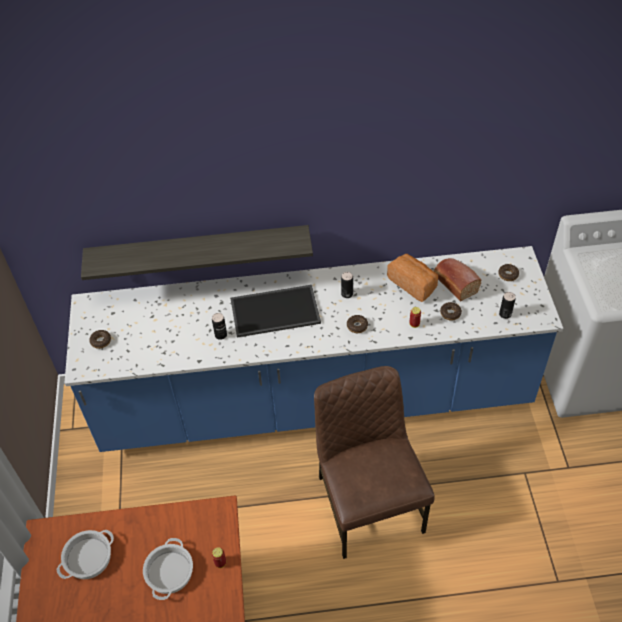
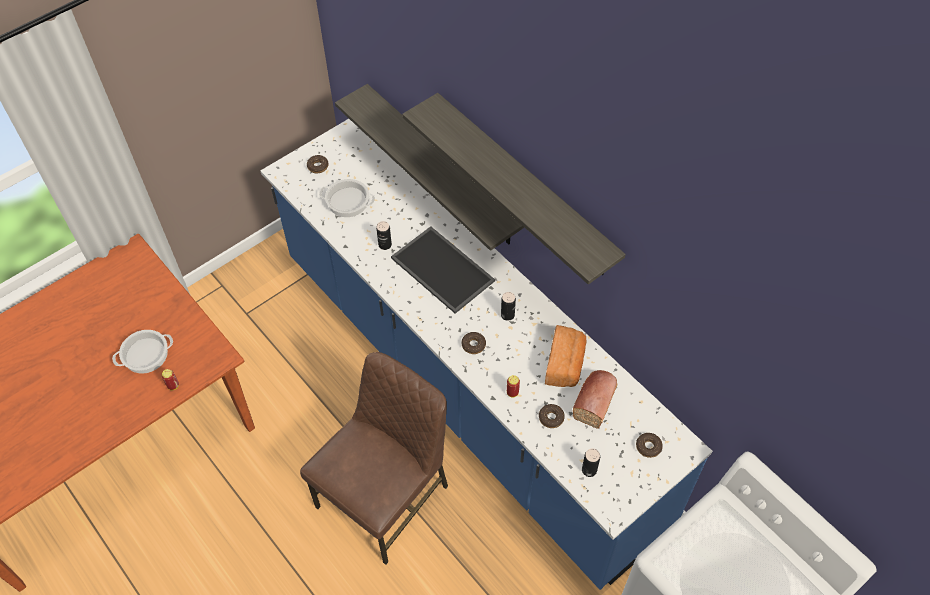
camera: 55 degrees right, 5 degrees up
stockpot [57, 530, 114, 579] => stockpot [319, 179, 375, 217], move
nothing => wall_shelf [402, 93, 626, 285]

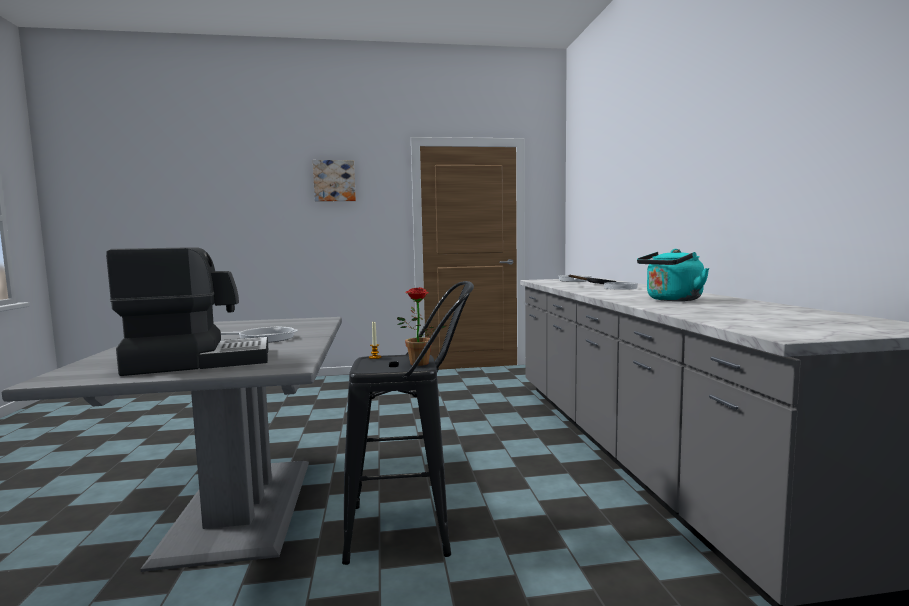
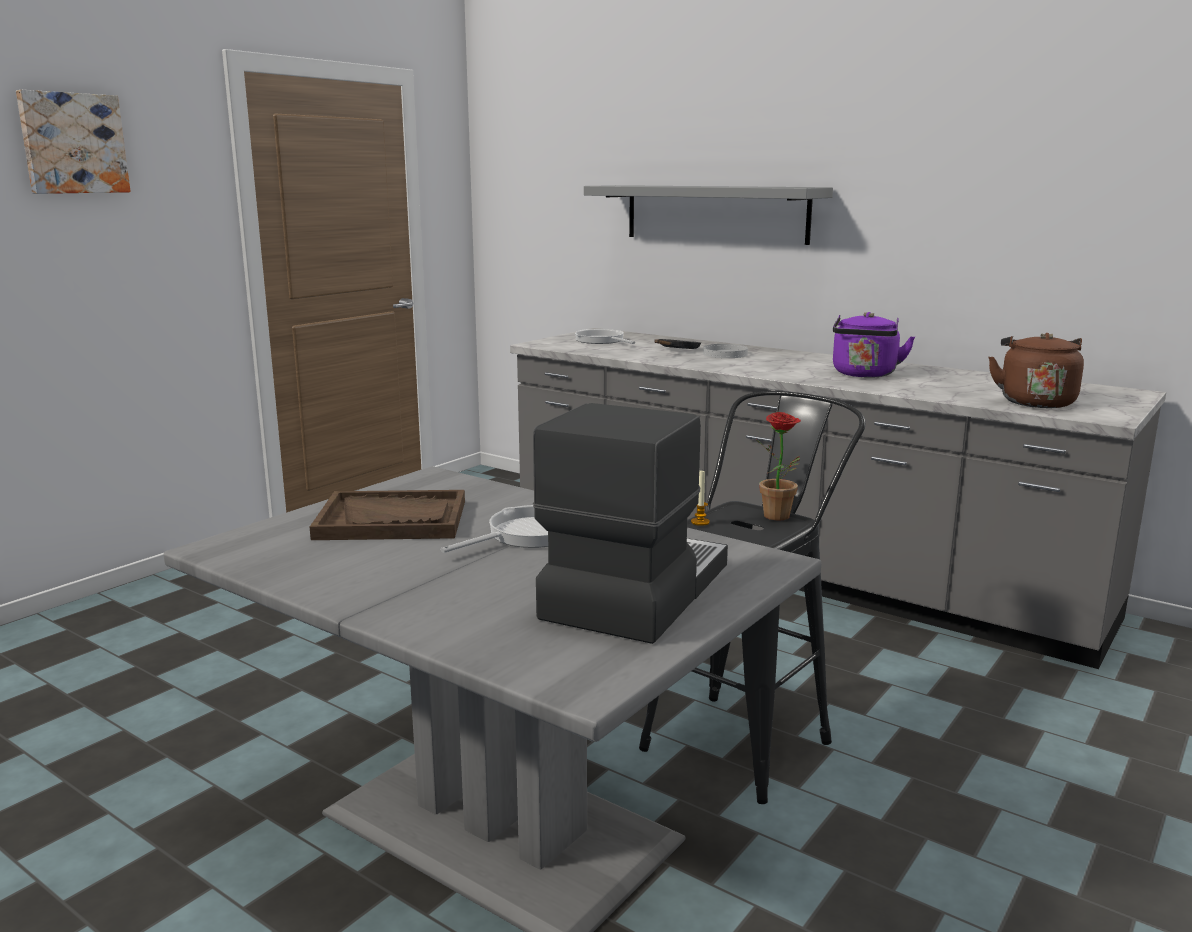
camera: 45 degrees left, 10 degrees up
turquoise-coloured_water_kettle [637, 249, 710, 301] => purplish_water_kettle [833, 312, 915, 378]
nothing => brown-coloured_carrying_tray [310, 490, 465, 540]
nothing => gray_wall_shelf [584, 185, 833, 245]
nothing => brown-coloured_water_kettle [988, 333, 1084, 408]

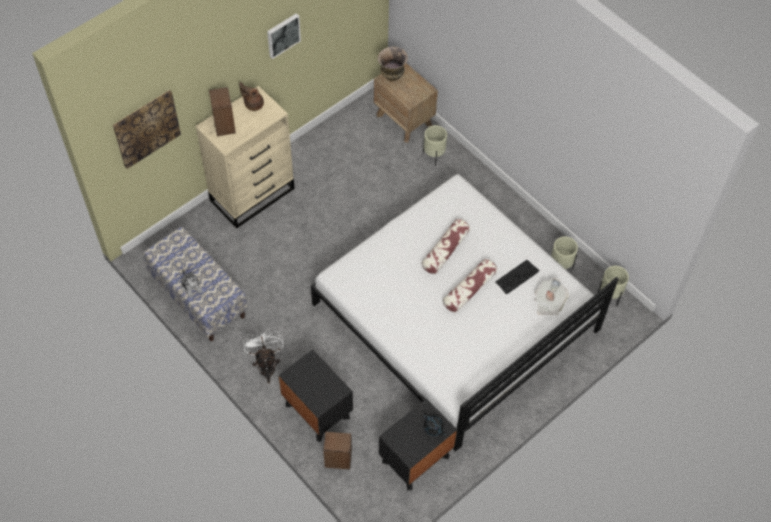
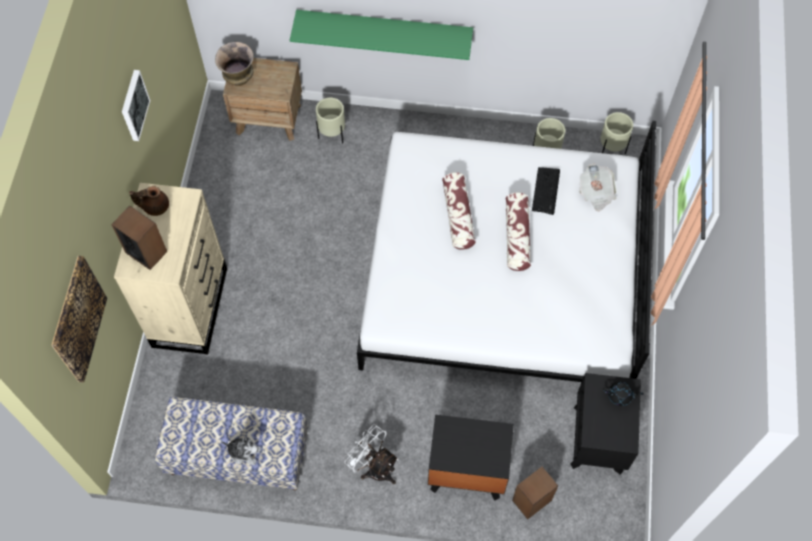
camera: 40 degrees left, 5 degrees up
nothing => greenish_wall_shelf [290, 10, 473, 60]

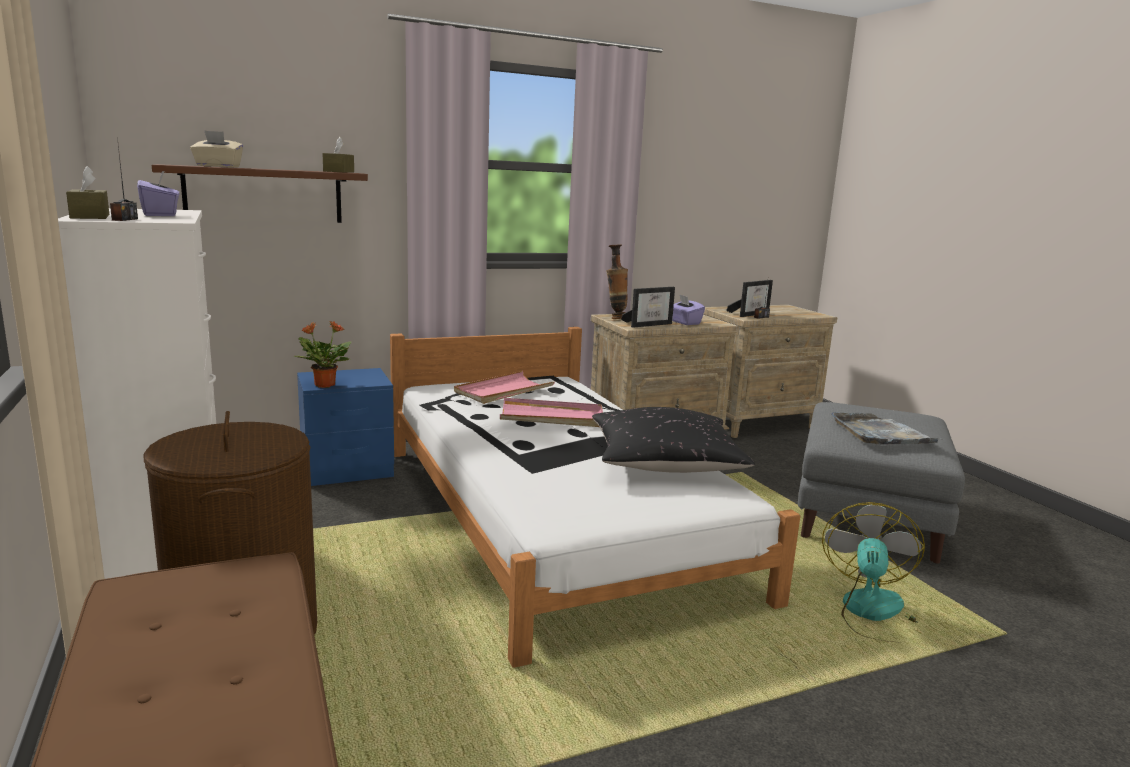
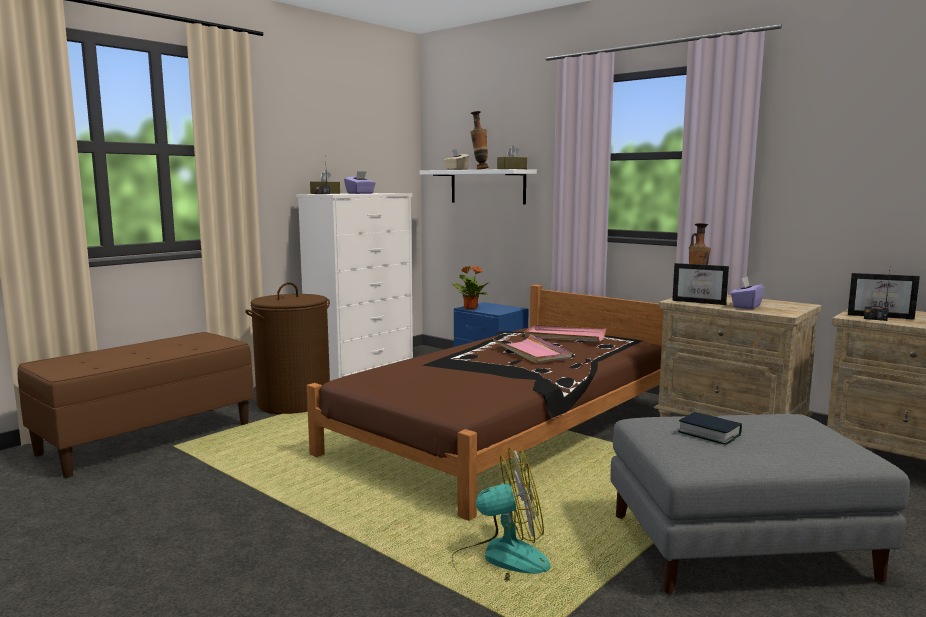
camera: 65 degrees right, 5 degrees down
brown-coloured_wall_shelf [152, 164, 368, 223] => white-coloured_wall_shelf [419, 169, 537, 204]
white-coloured_sleeping_bed [390, 327, 801, 668] => brown-coloured_sleeping_bed [307, 285, 664, 521]
blackish_cushion [592, 407, 755, 473] => nothing
gray_carrying_tray [832, 412, 939, 445] => volume [678, 412, 742, 445]
nothing => vase [470, 111, 489, 170]

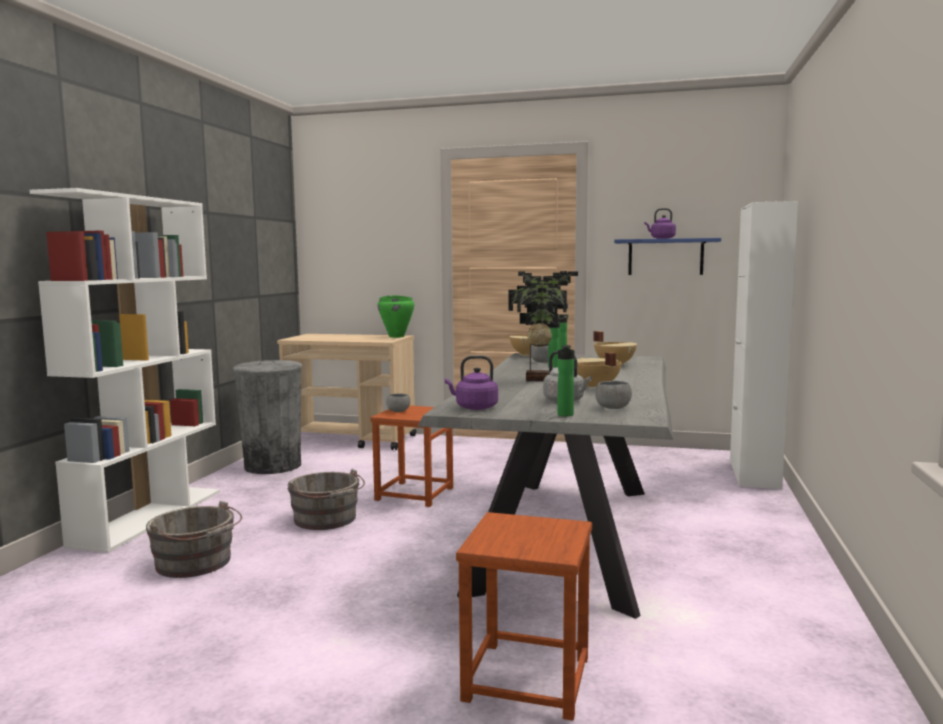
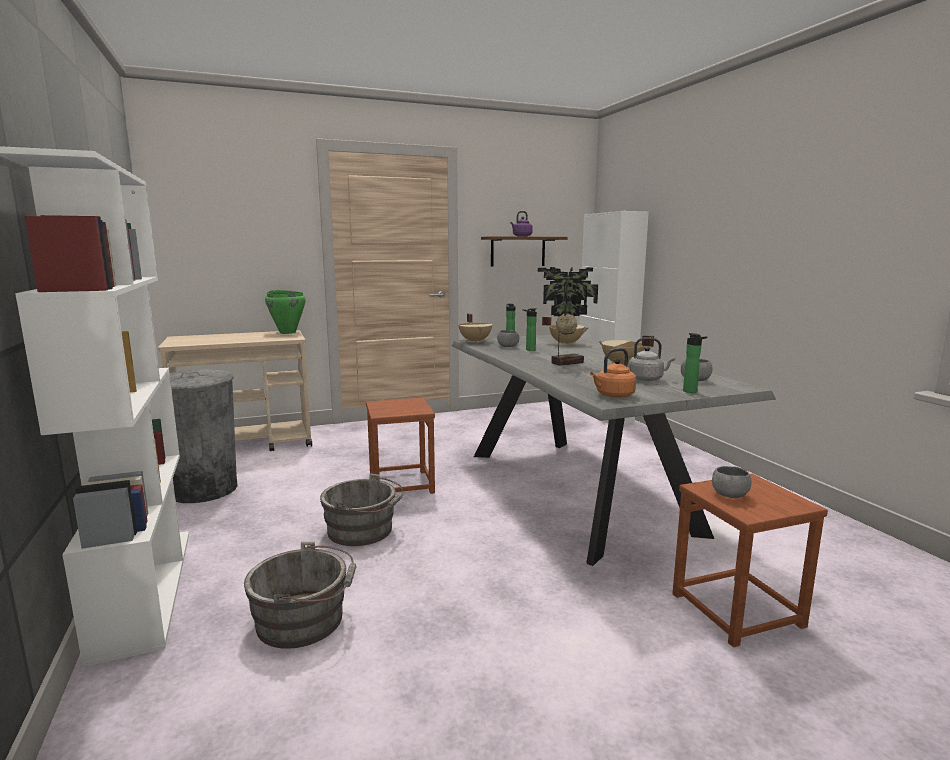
camera: 35 degrees left, 5 degrees up
gray_bowl [386, 394, 410, 412] => gray_bowl [712, 466, 752, 498], move
purplish_water_kettle [445, 355, 498, 410] => orangey_water_kettle [590, 348, 636, 398]
blue_wall_shelf [614, 238, 721, 275] => brown-coloured_wall_shelf [481, 236, 567, 267]

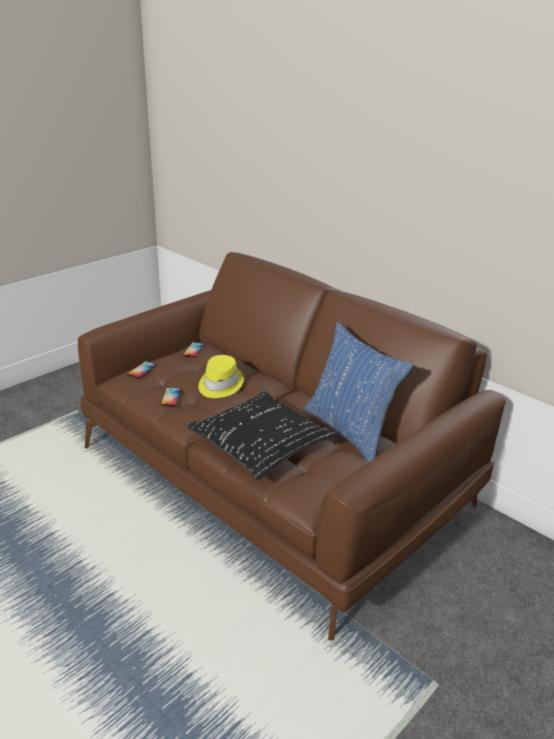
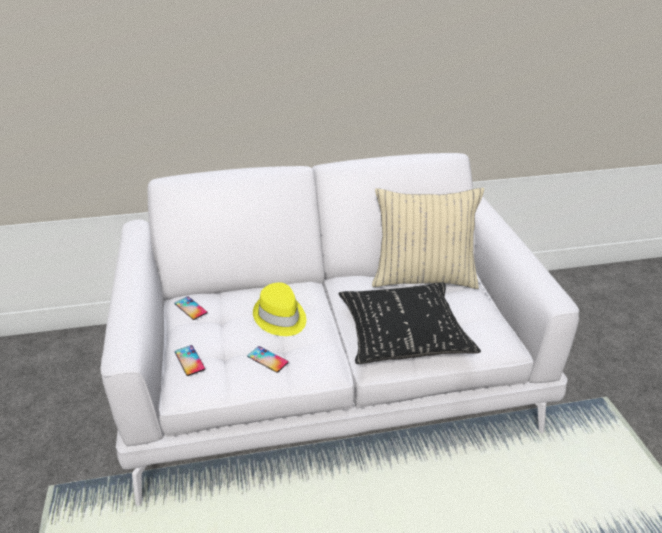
camera: 55 degrees left, 5 degrees up
brown-coloured_settee [78, 252, 506, 641] => white-coloured_settee [100, 153, 579, 506]
blue_cushion [305, 322, 414, 462] => sand-coloured_cushion [372, 188, 484, 289]

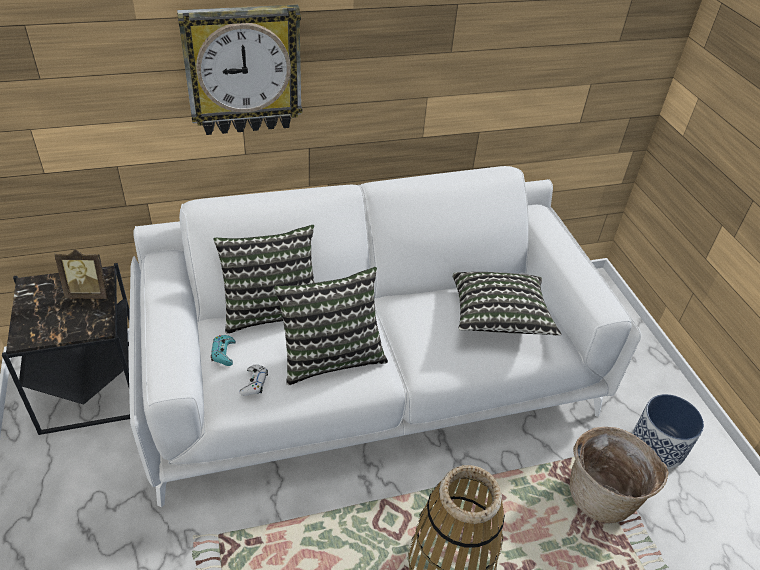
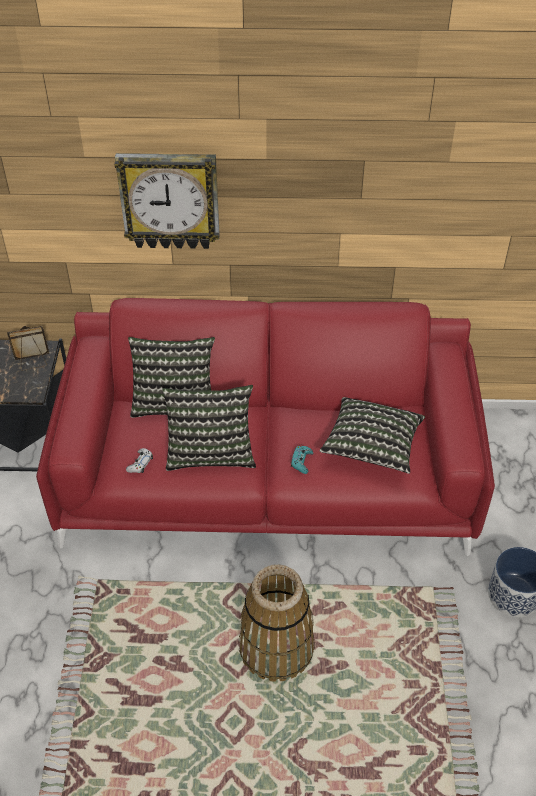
camera: 20 degrees right, 5 degrees up
picture_frame [54, 250, 108, 299] => picture_frame [7, 326, 49, 371], 150 degrees clockwise
white-coloured_settee [129, 166, 641, 507] => reddish_settee [36, 298, 495, 556]
turquoise-coloured_joypad [211, 335, 236, 366] => turquoise-coloured_joypad [291, 445, 313, 474], move
storage_basket [570, 427, 669, 523] => nothing

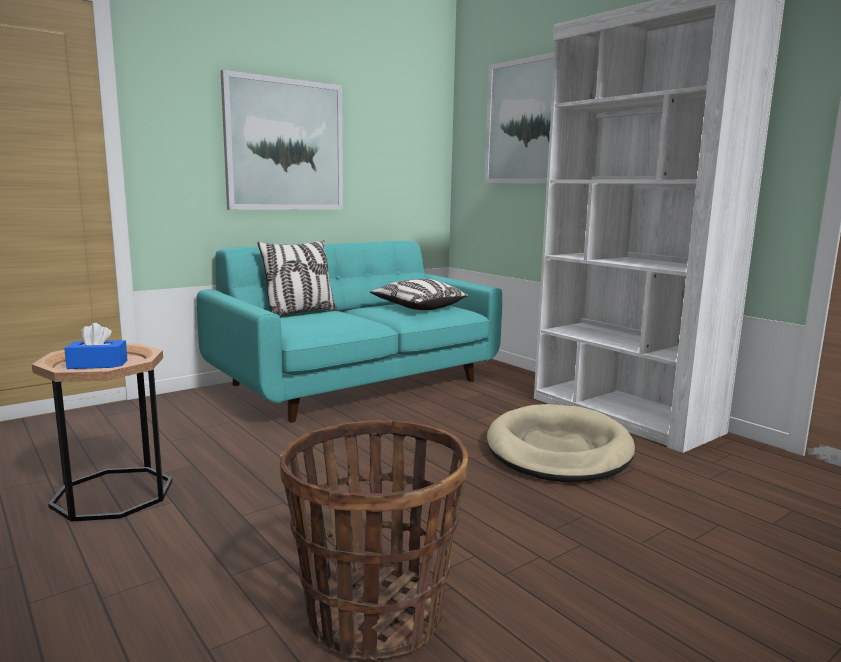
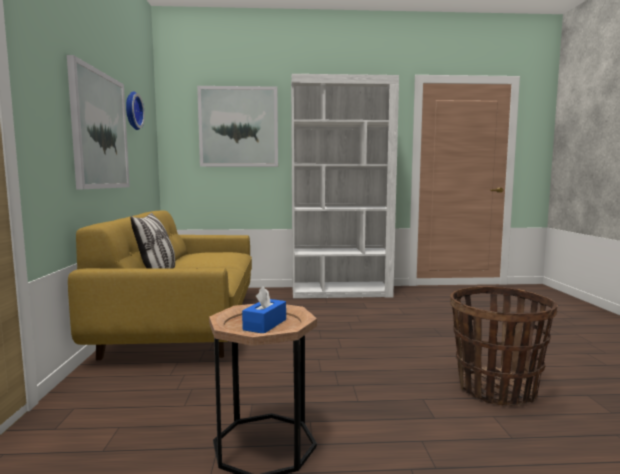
camera: 55 degrees left, 5 degrees down
turquoise-coloured_settee [197, 241, 502, 423] => yellowish_settee [68, 211, 252, 360]
cushion [370, 279, 468, 310] => nothing
sand-coloured_pet_bed [487, 404, 635, 482] => nothing
nothing => hanging_clock [126, 91, 145, 130]

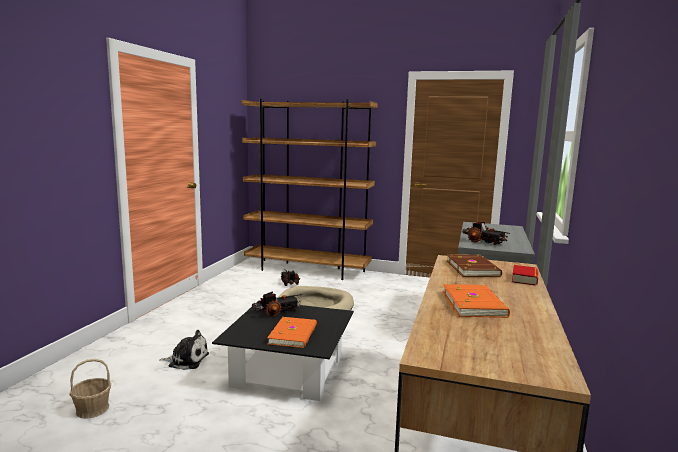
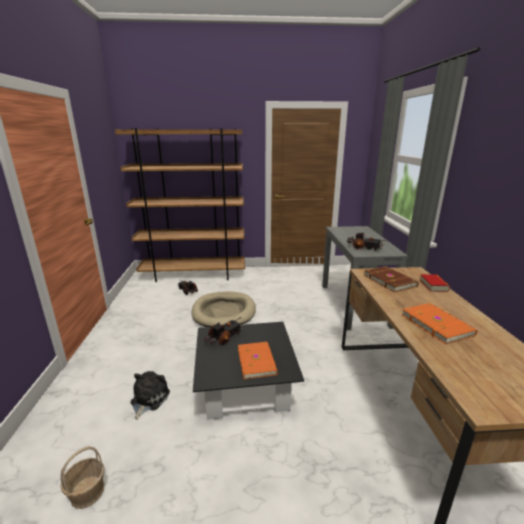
camera: 20 degrees left, 10 degrees up
plush_toy [159, 330, 209, 370] => plush_toy [131, 371, 170, 420], 60 degrees counterclockwise

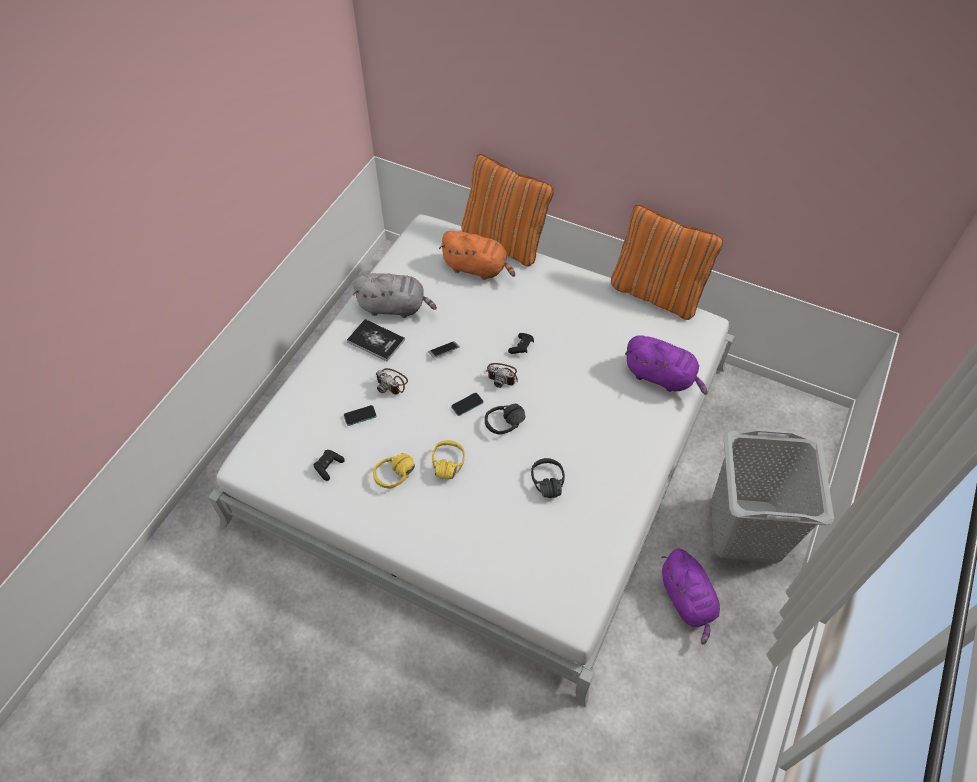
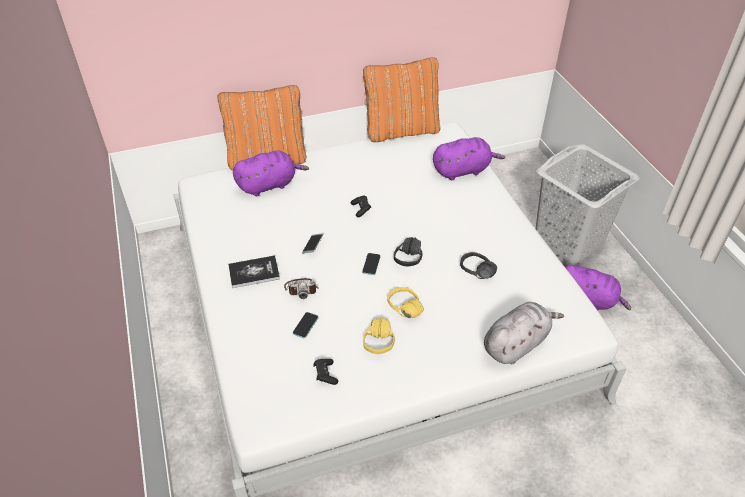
camera: 45 degrees left, 10 degrees down
gray_plush_toy [353, 273, 437, 318] => gray_plush_toy [484, 302, 564, 364], move
orangey_plush_toy [439, 231, 515, 280] => purplish_plush_toy [233, 151, 309, 196]
photo_camera [486, 363, 518, 388] => nothing

